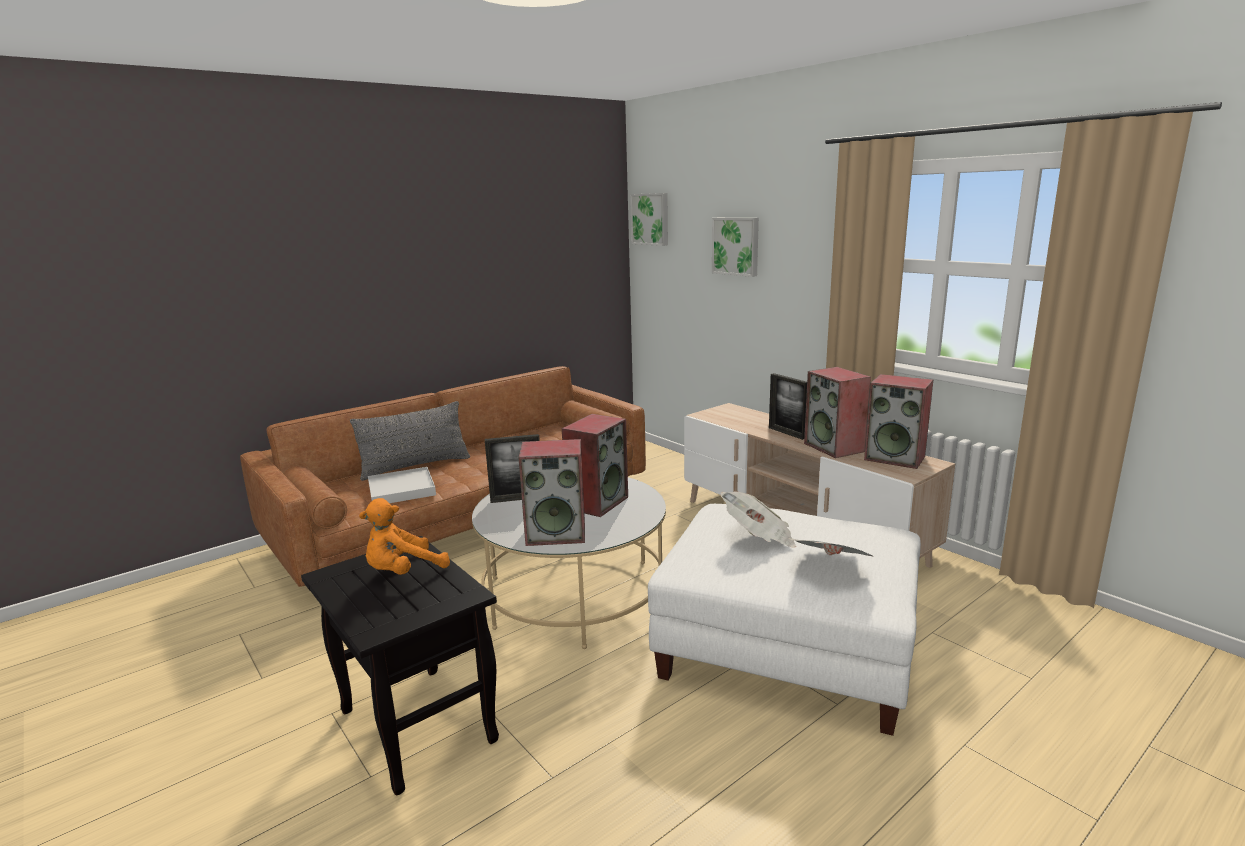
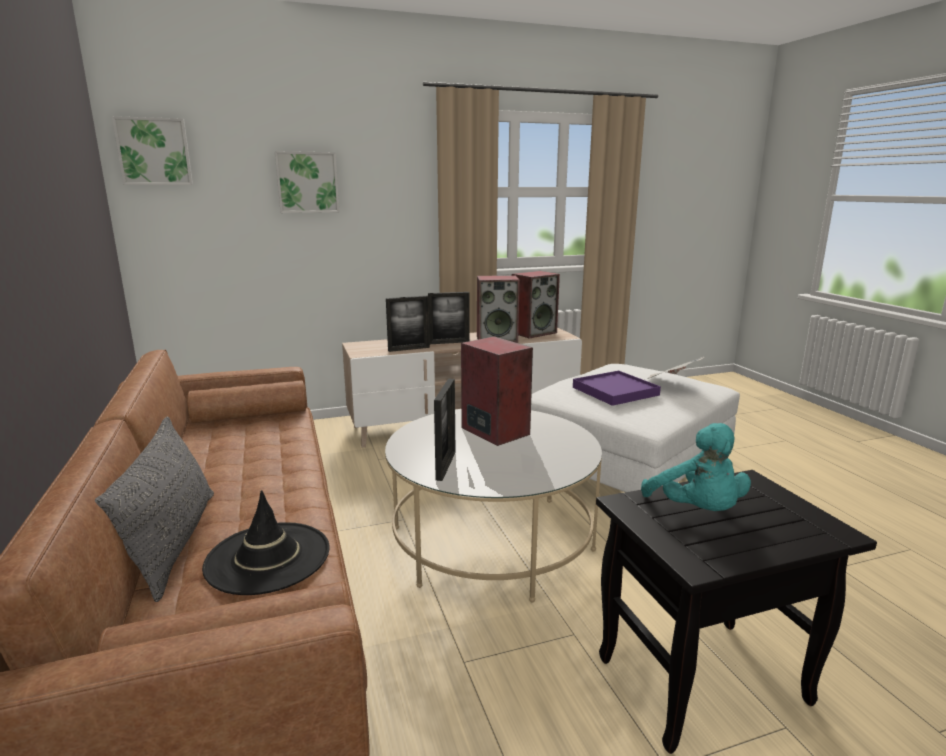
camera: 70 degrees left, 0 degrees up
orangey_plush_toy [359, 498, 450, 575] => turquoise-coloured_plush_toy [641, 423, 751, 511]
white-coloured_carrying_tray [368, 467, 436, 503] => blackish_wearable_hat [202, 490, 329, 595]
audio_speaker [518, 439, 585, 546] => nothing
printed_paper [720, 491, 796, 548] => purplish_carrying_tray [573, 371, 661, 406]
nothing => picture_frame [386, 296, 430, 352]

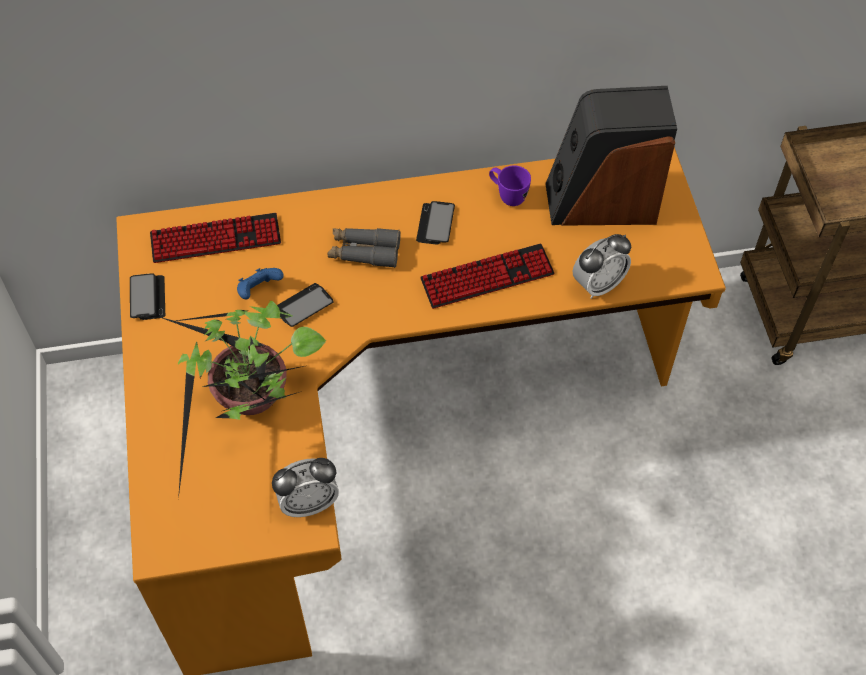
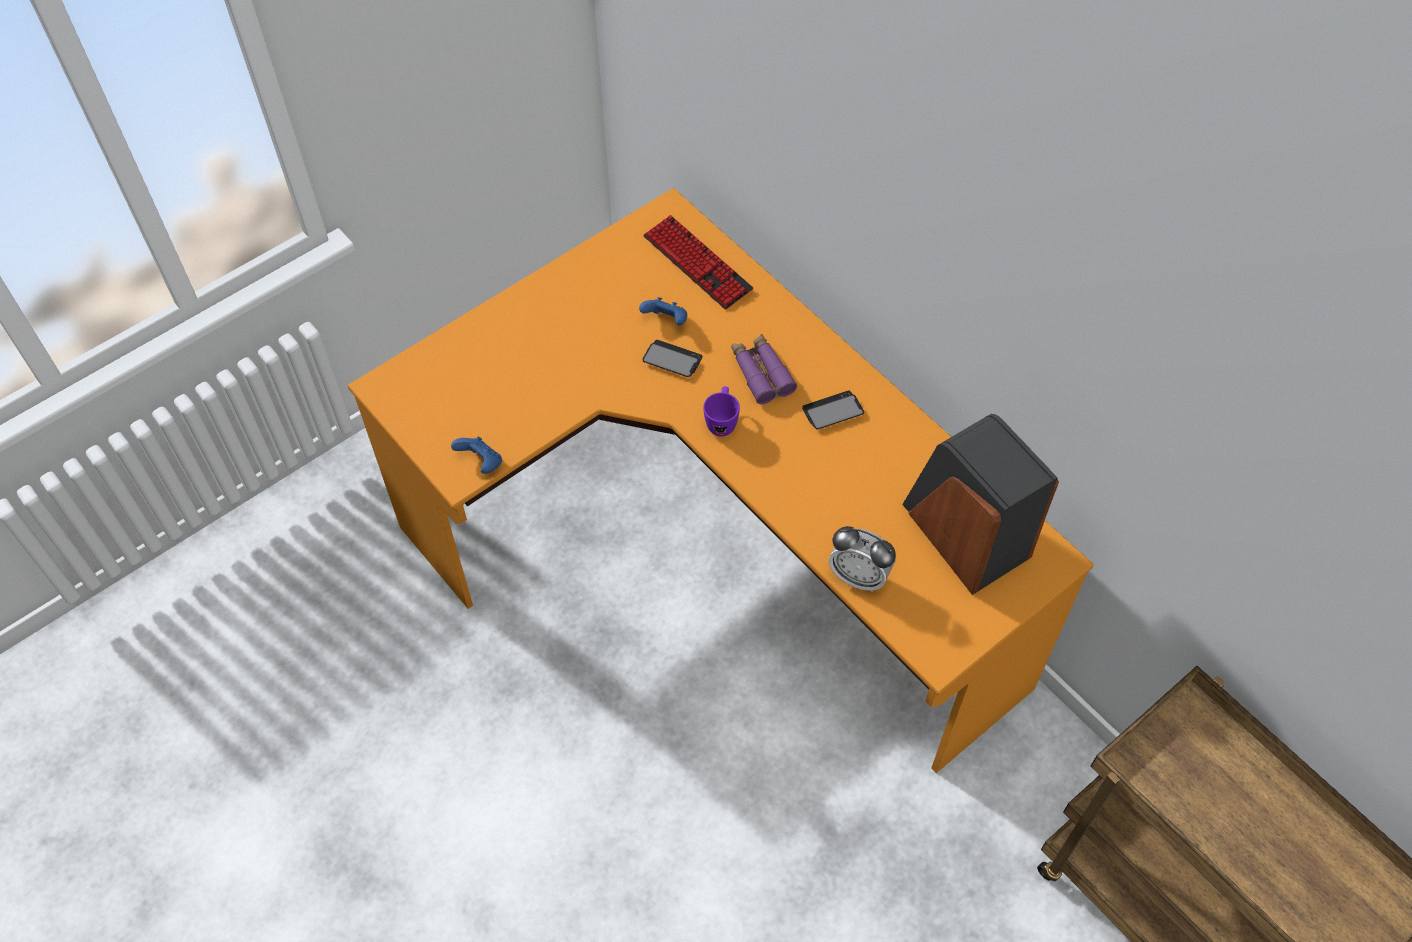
camera: 60 degrees right, 0 degrees up
phone [130, 273, 165, 320] => nothing
plant_in_a_pot [157, 301, 326, 499] => nothing
bedside_clock [272, 458, 339, 517] => blue_joypad [451, 437, 502, 474]
gray_field_glasses [328, 228, 401, 268] => purplish_field_glasses [731, 334, 797, 404]
keyboard [420, 243, 555, 309] => nothing
purplish_mug [489, 165, 531, 206] => purplish_mug [703, 387, 740, 436], move

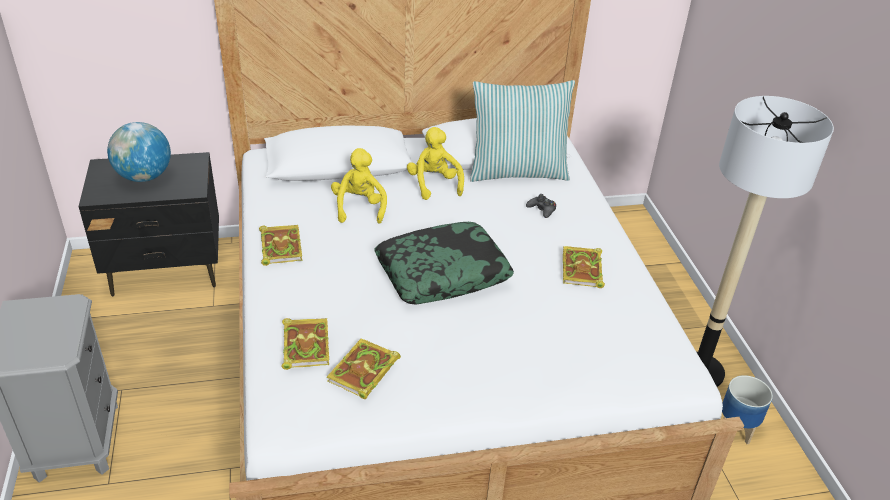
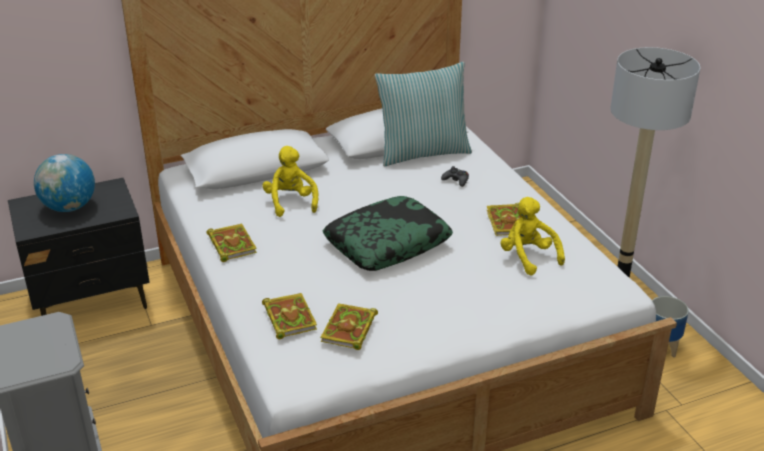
camera: 10 degrees left, 5 degrees down
yellowish_plush_toy [407, 127, 464, 200] => yellowish_plush_toy [500, 197, 565, 275], move

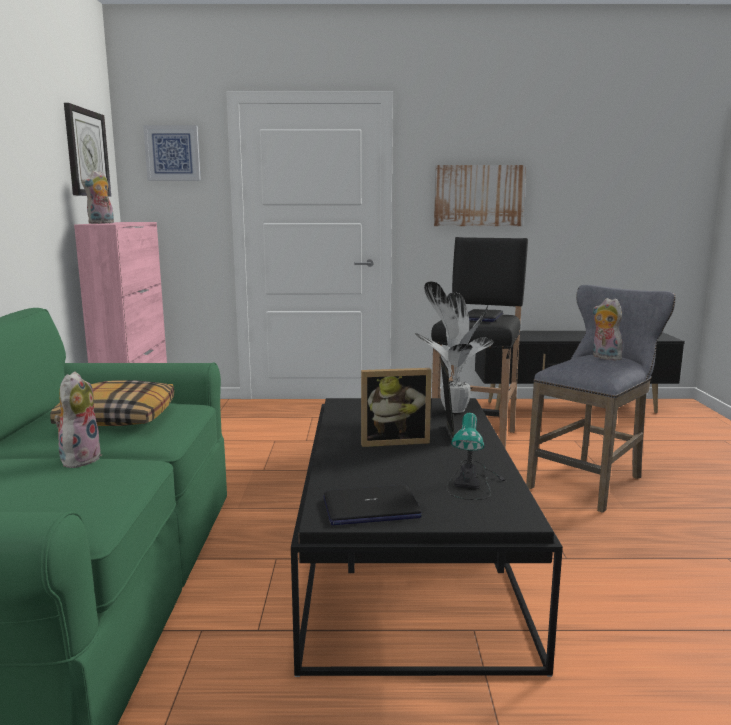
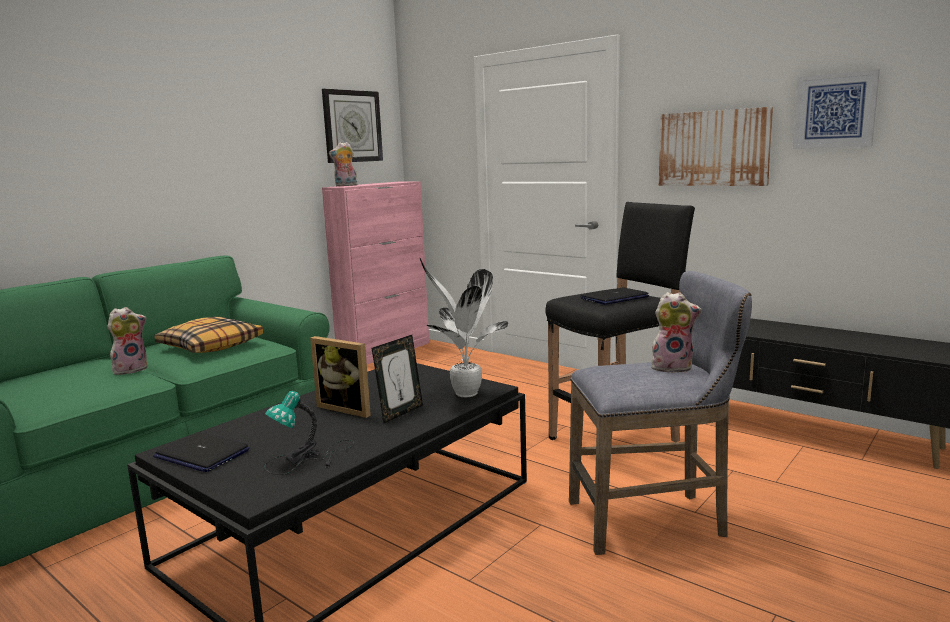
camera: 40 degrees right, 0 degrees up
wall_picture [143, 125, 201, 181] => wall_picture [793, 69, 880, 149], move
plush_toy [592, 298, 623, 361] => plush_toy [651, 292, 702, 373], 90 degrees clockwise

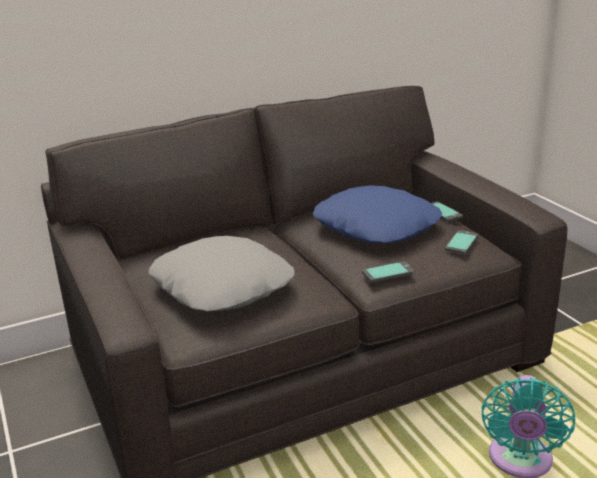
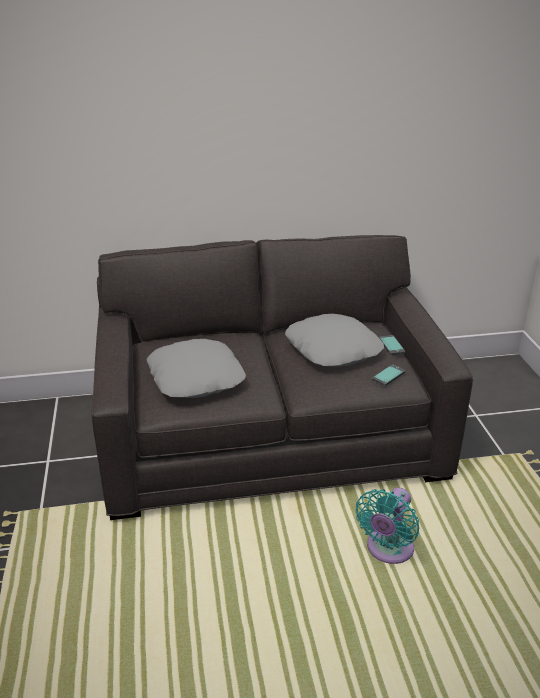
camera: 15 degrees right, 5 degrees up
blue_cushion [313, 185, 443, 244] => gray_cushion [285, 314, 384, 367]
phone [362, 261, 414, 282] => nothing

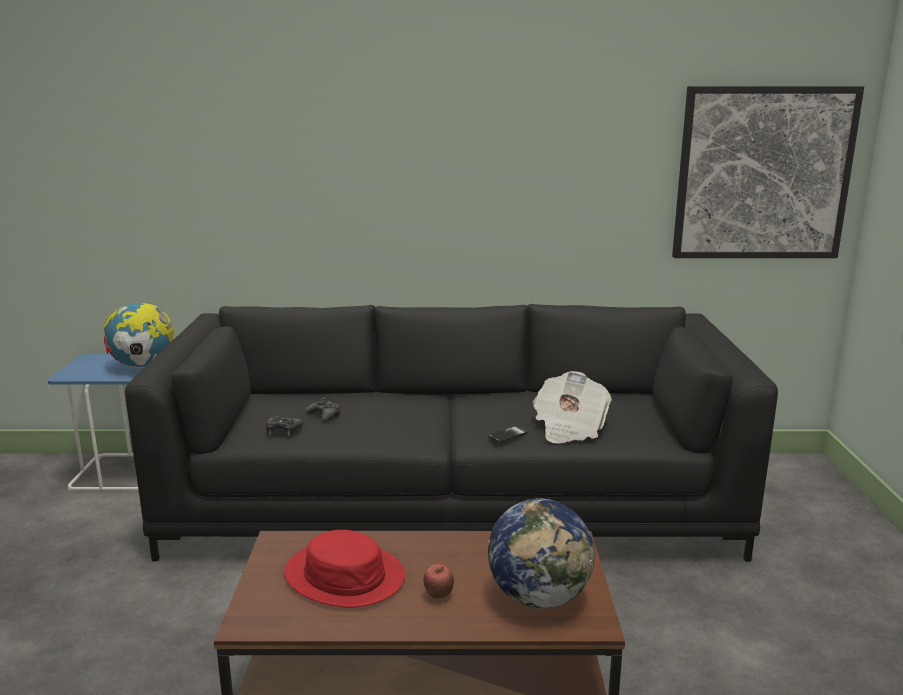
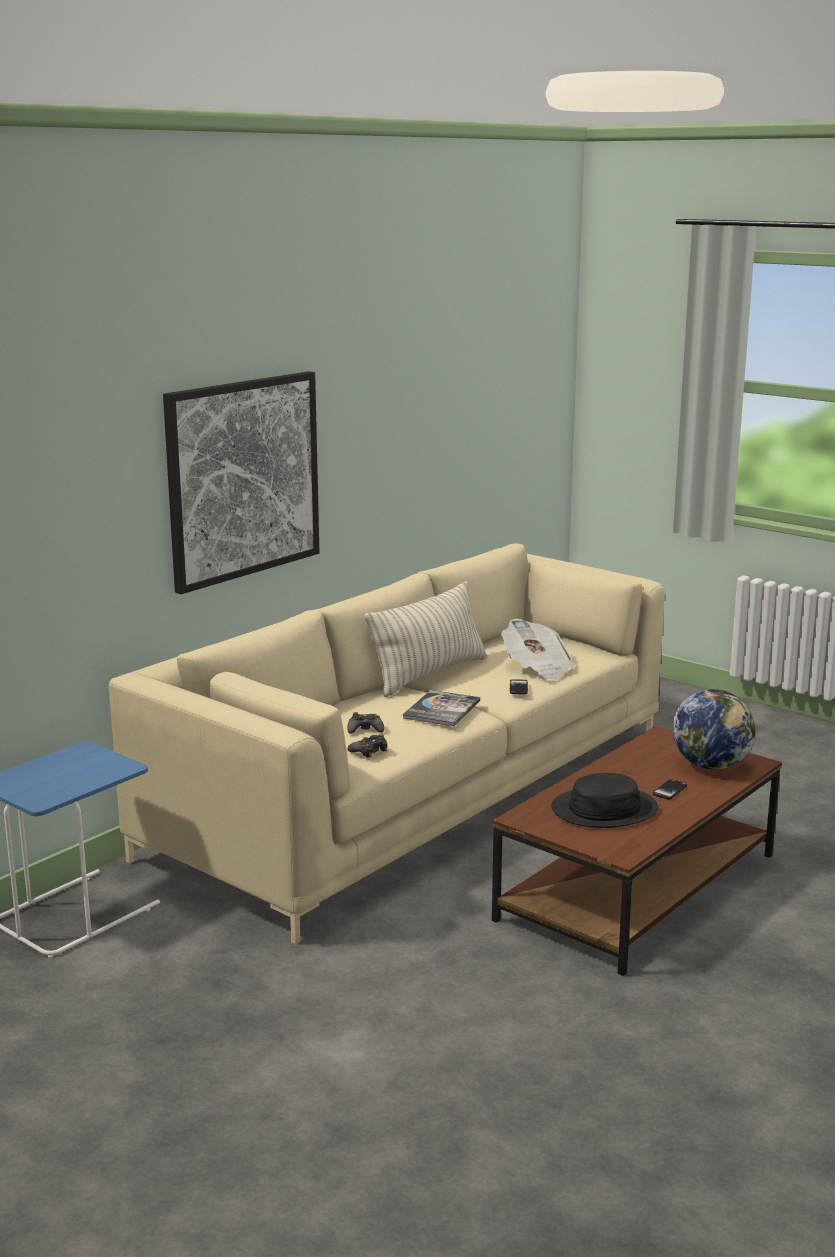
camera: 50 degrees left, 0 degrees up
desk_globe [103, 303, 174, 369] => nothing
blackish_settee [125, 304, 778, 562] => sand-coloured_settee [109, 543, 665, 944]
reddish_wearable_hat [284, 530, 405, 608] => blackish_wearable_hat [552, 773, 658, 828]
apple_fruit [424, 564, 454, 599] => phone [653, 779, 687, 800]
wall_picture [672, 86, 864, 258] => wall_picture [163, 371, 319, 594], move
nothing => cushion [364, 581, 487, 697]
nothing => volume [402, 690, 480, 726]

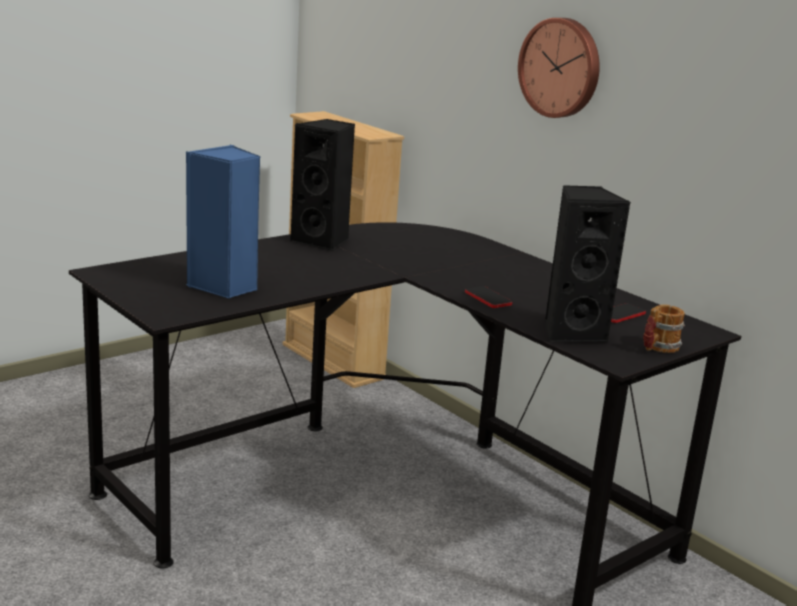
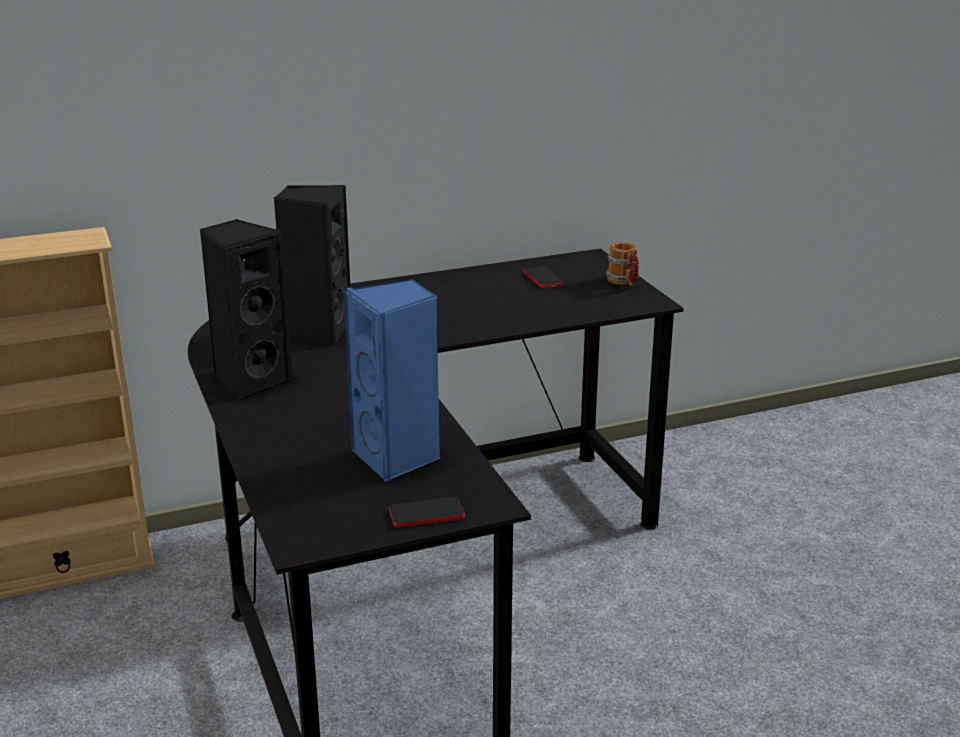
camera: 70 degrees left, 5 degrees up
phone [465, 286, 512, 308] => phone [389, 497, 465, 528], move
hanging_clock [518, 18, 600, 118] => nothing
blackish_audio_speaker [545, 185, 630, 343] => blackish_audio_speaker [274, 185, 350, 345], move

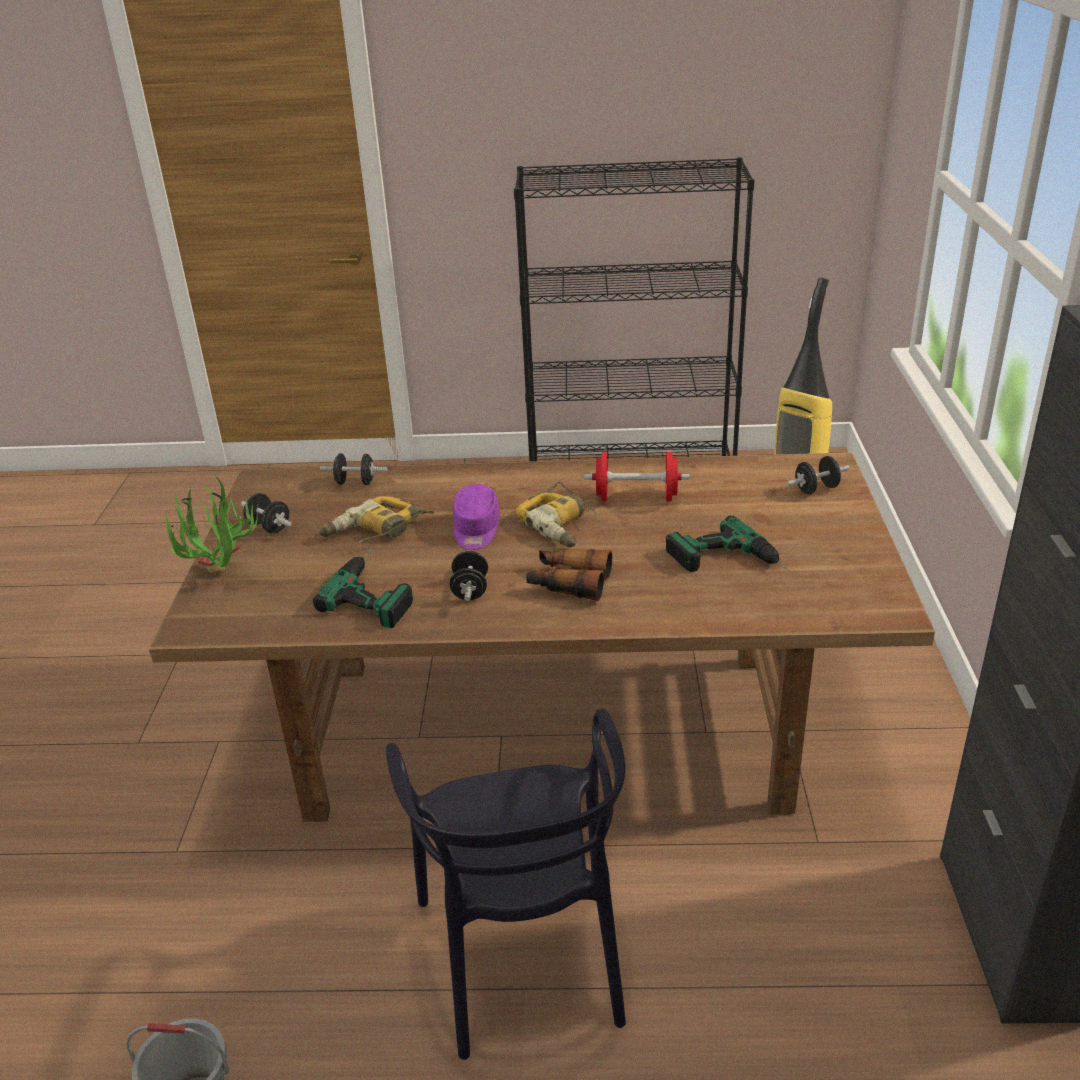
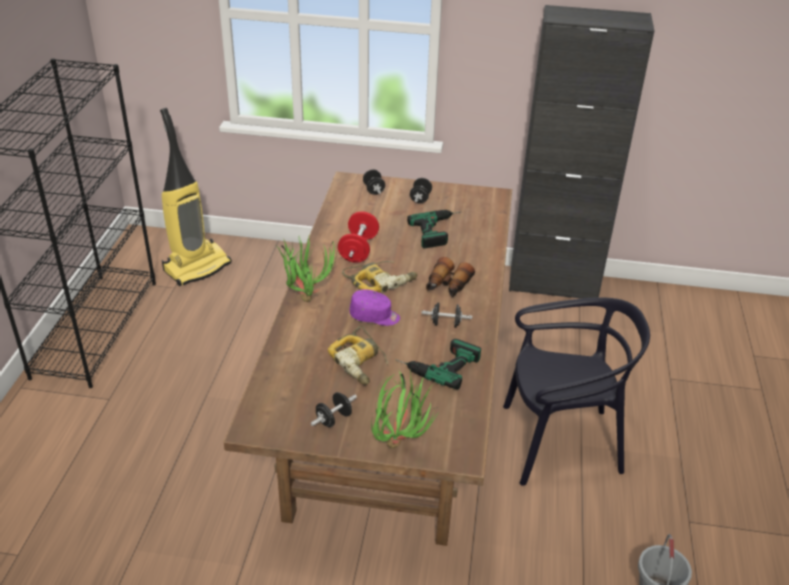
camera: 85 degrees left, 5 degrees up
blackish_dumbbell [320, 453, 387, 485] => blackish_dumbbell [410, 178, 432, 203], move
nothing => plant_in_a_pot [278, 235, 338, 302]

